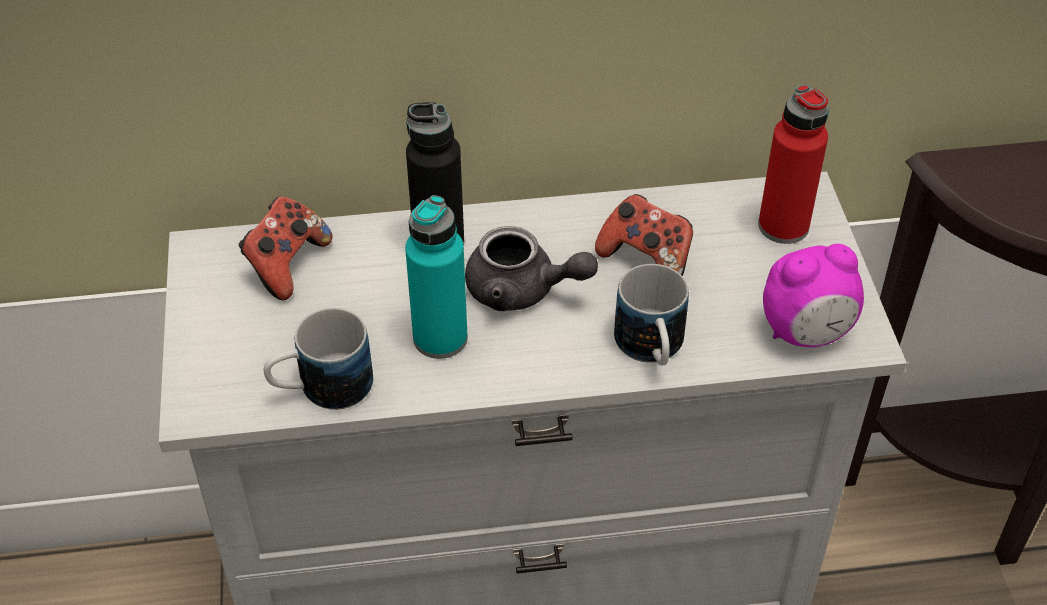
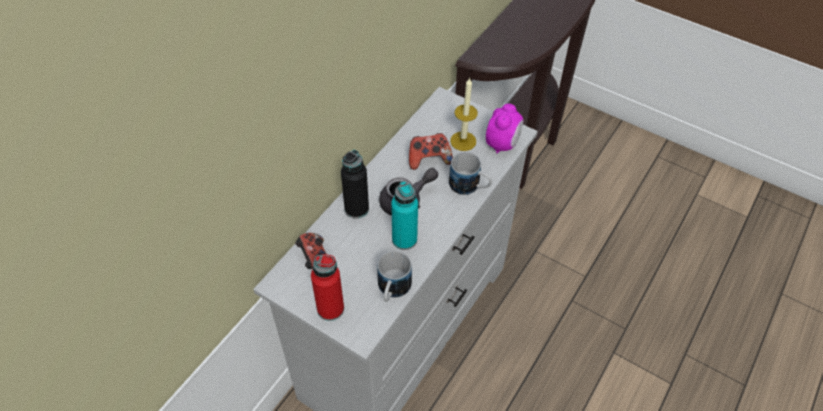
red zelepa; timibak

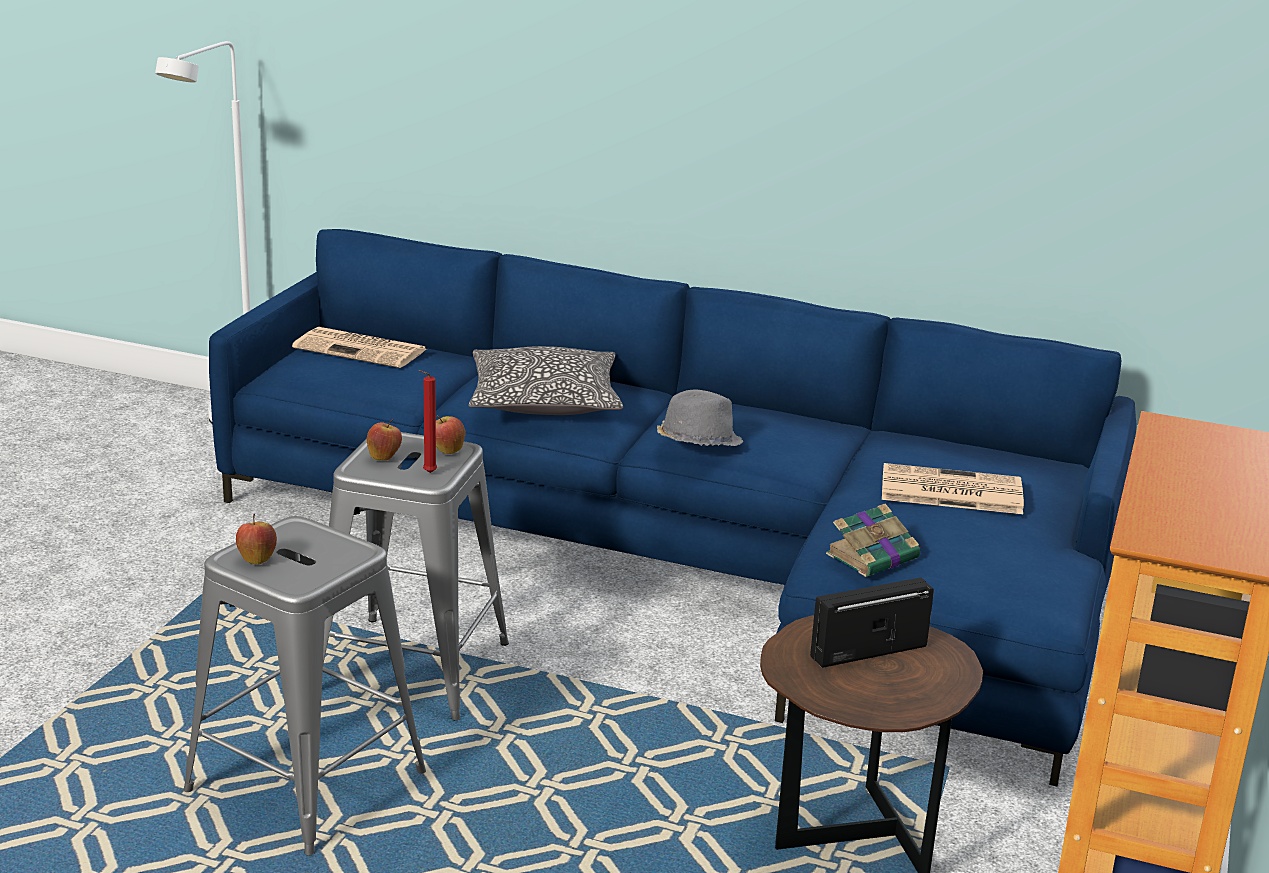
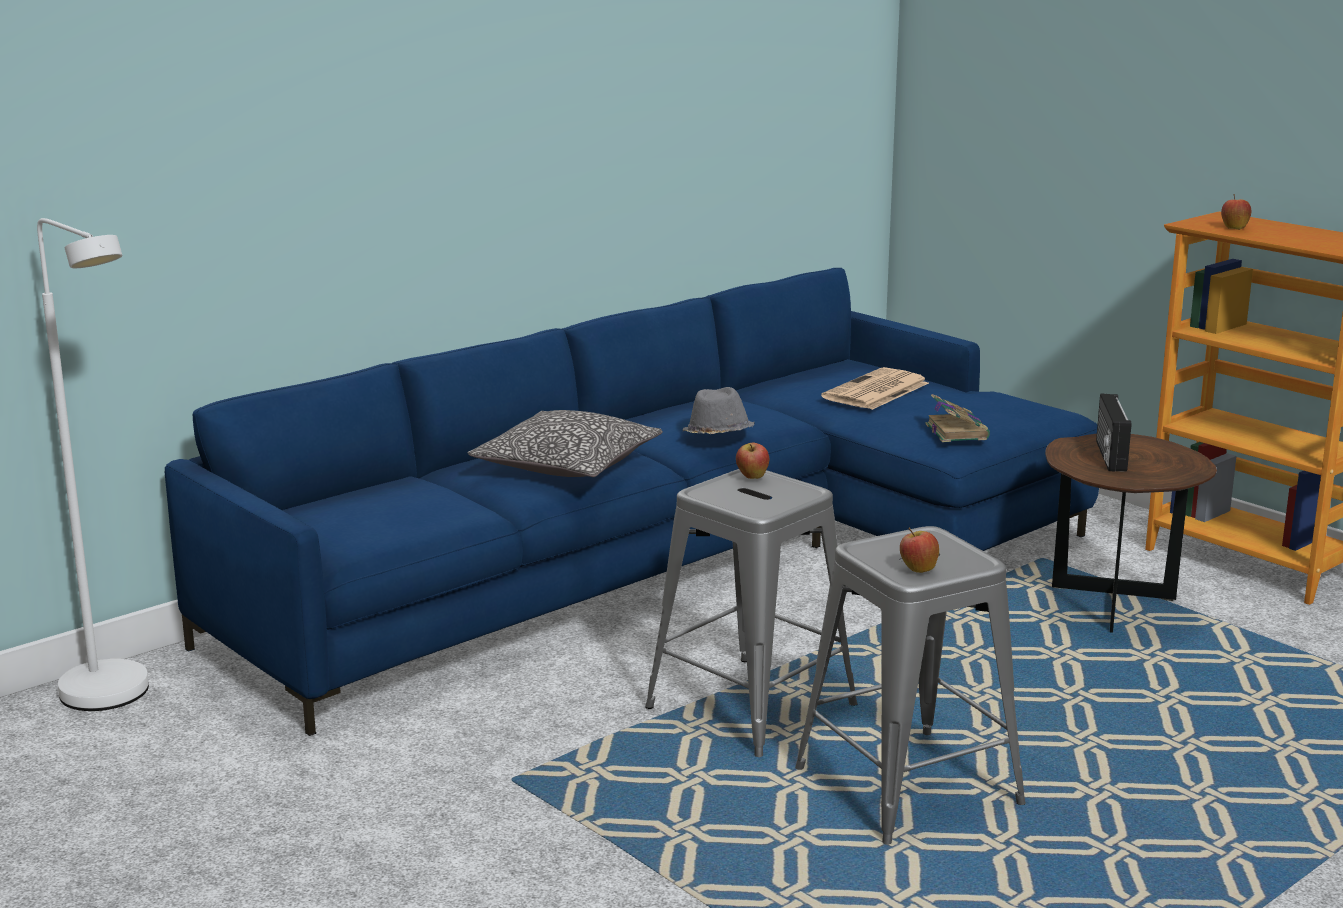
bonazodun (no. 3 from left); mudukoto (no. 1 from left in the first image); red timibak

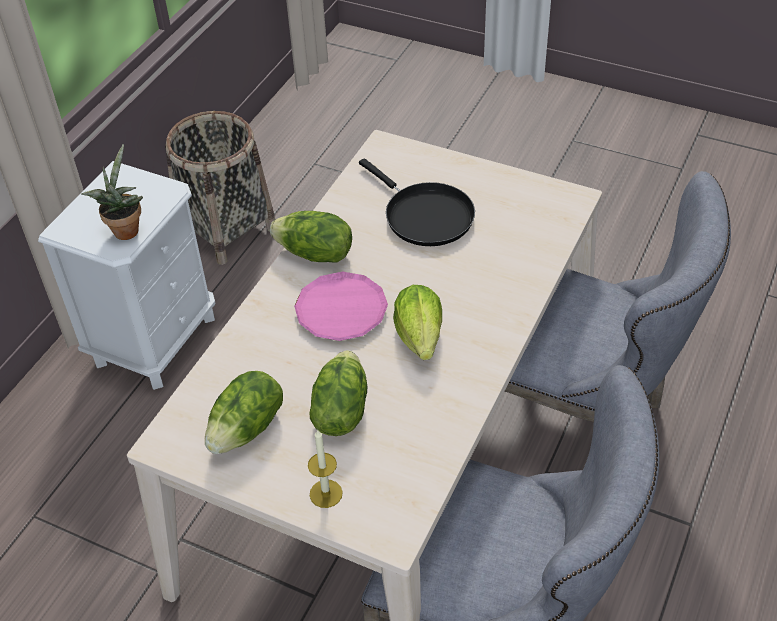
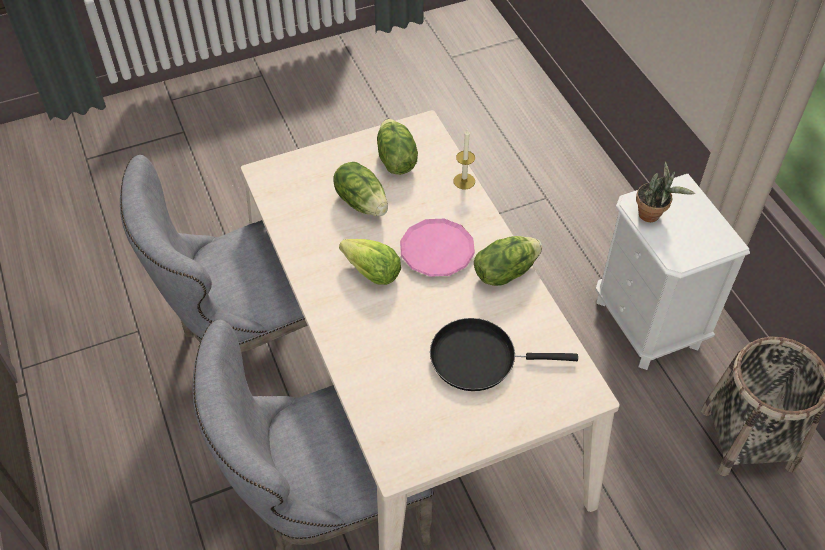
timibak

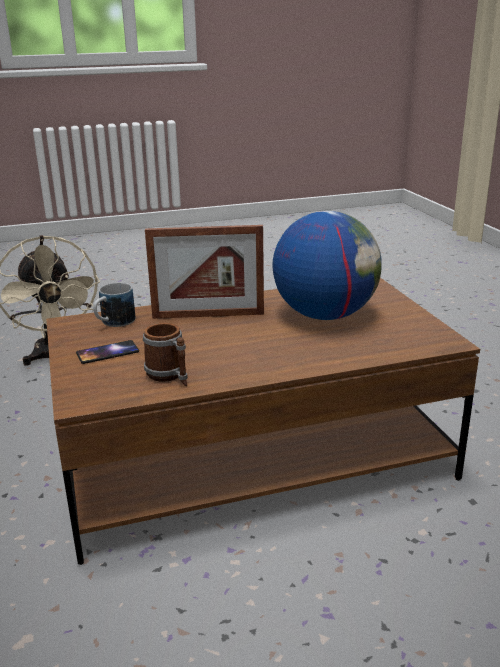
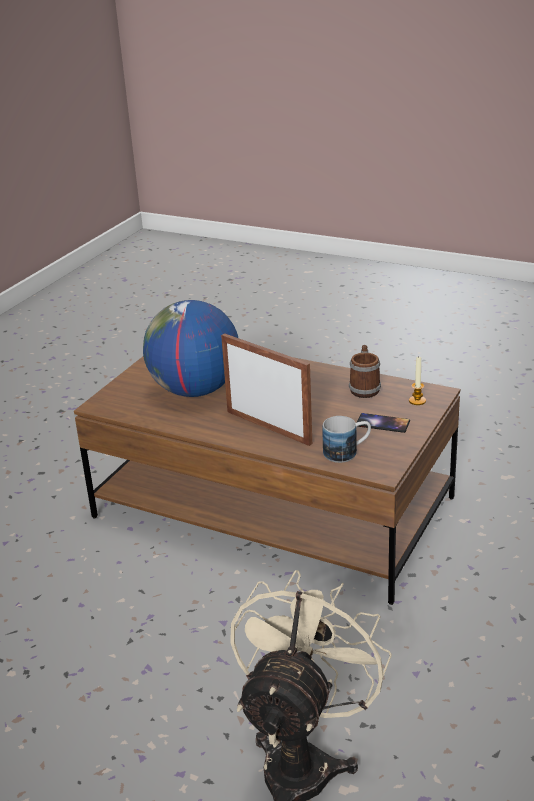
timibak

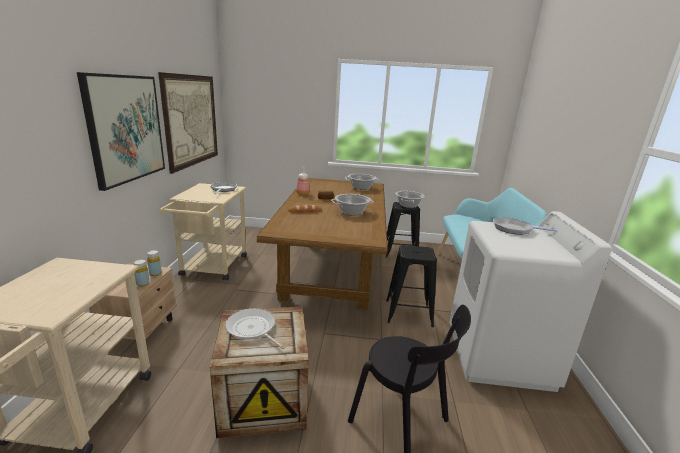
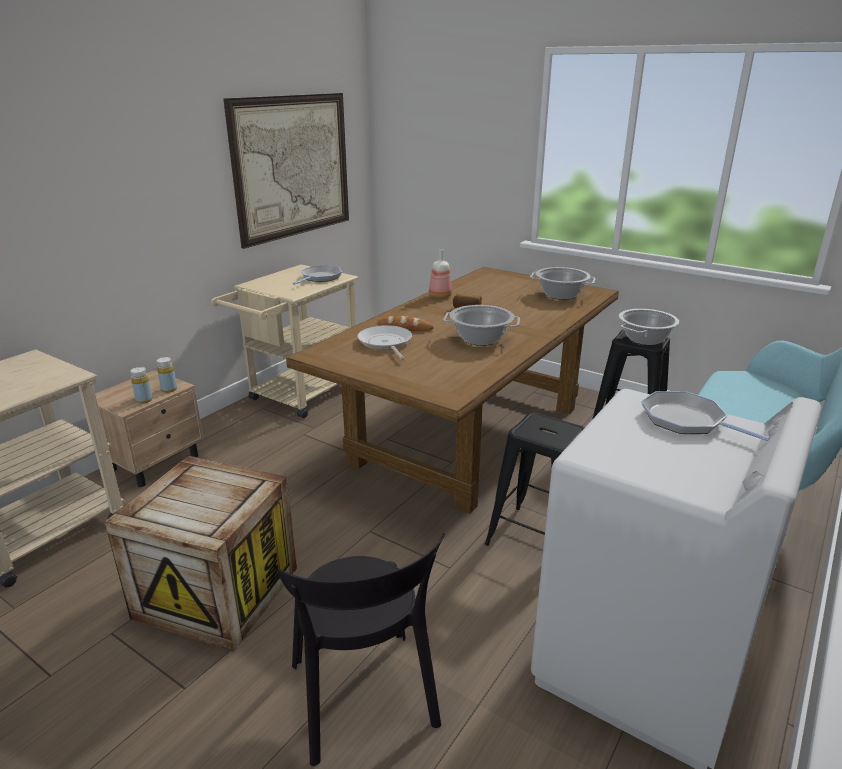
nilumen (no. 2 from left); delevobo (no. 1 from left in the first image)

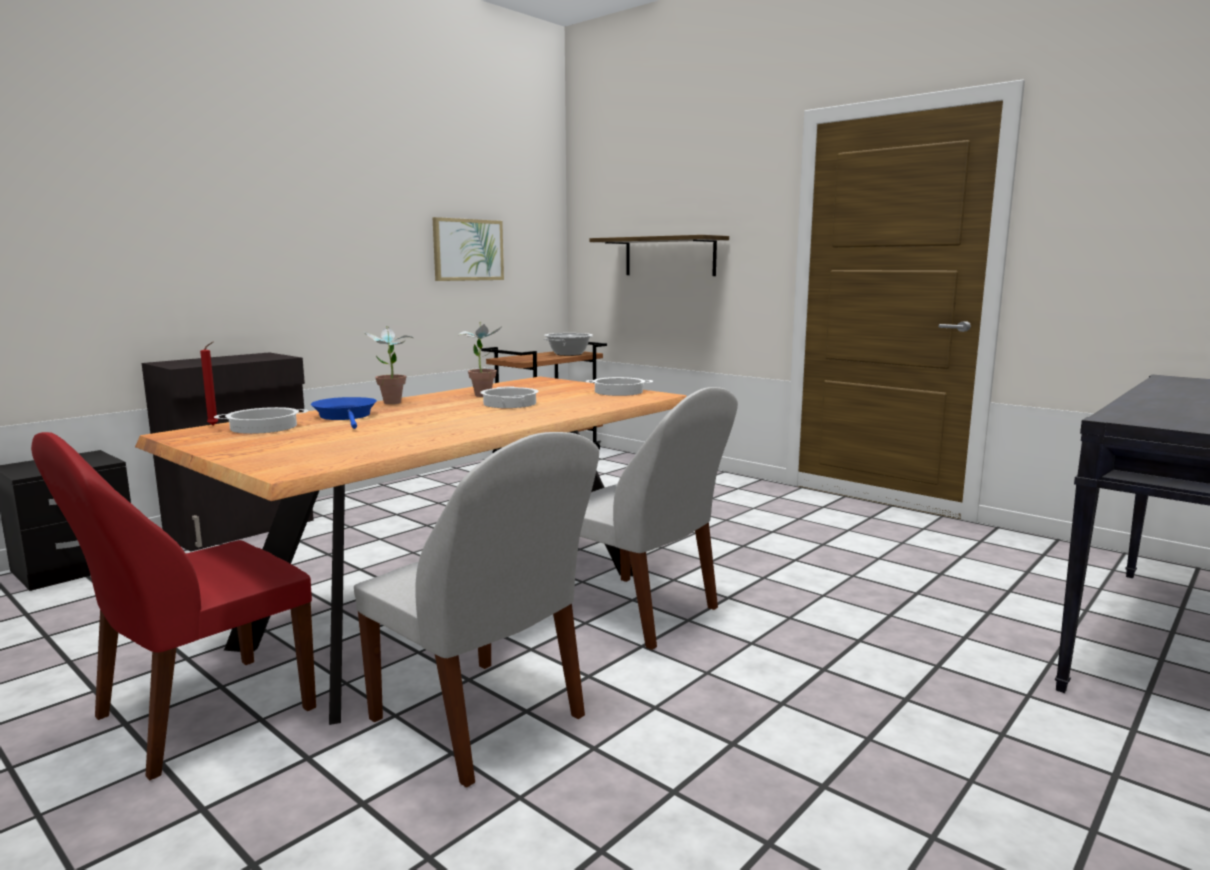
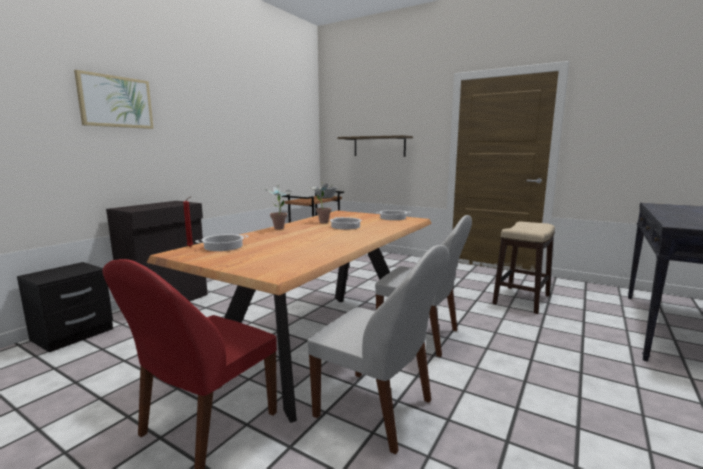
delevobo; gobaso; blue nilumen

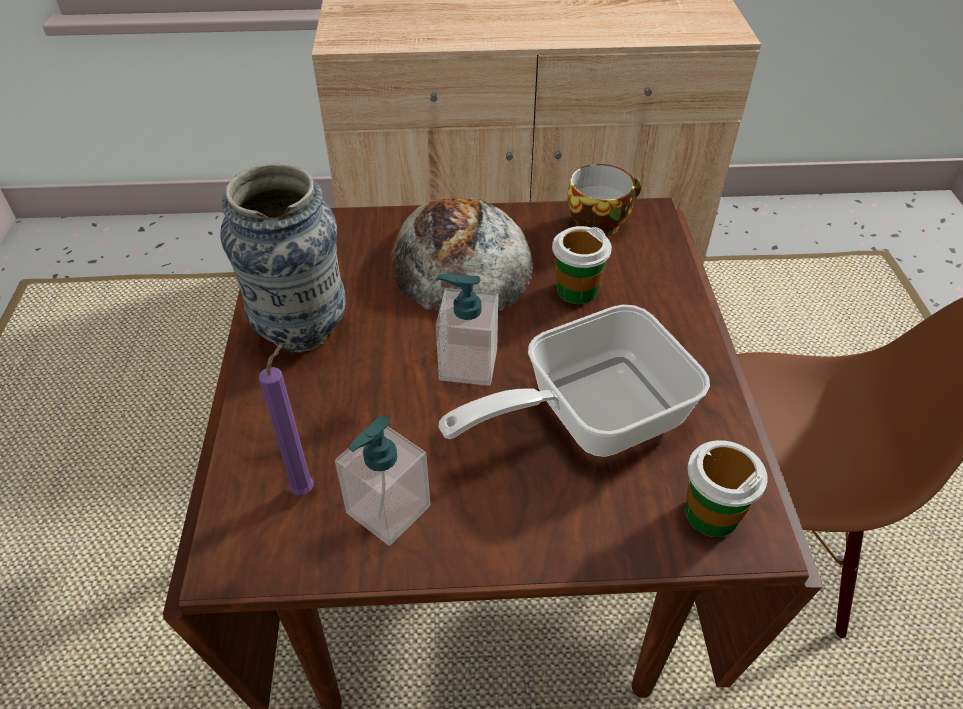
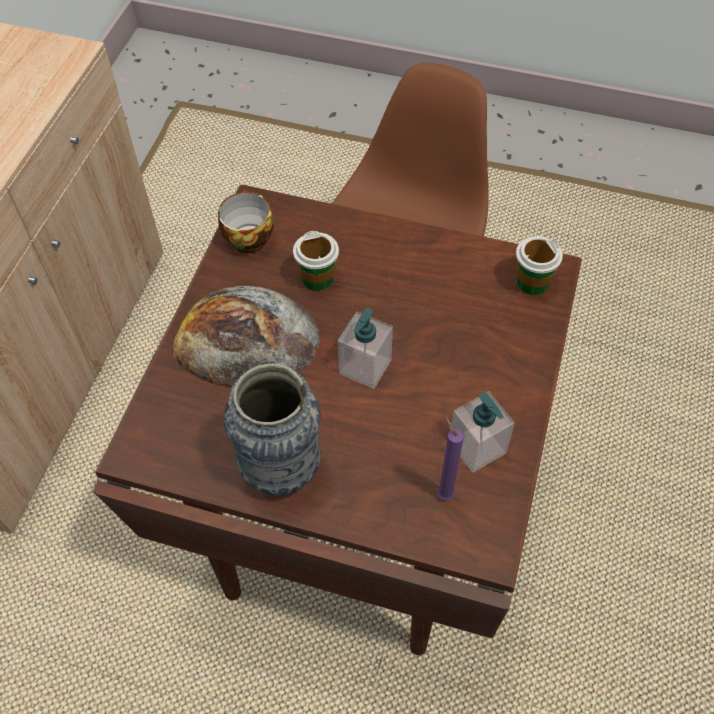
nilumen

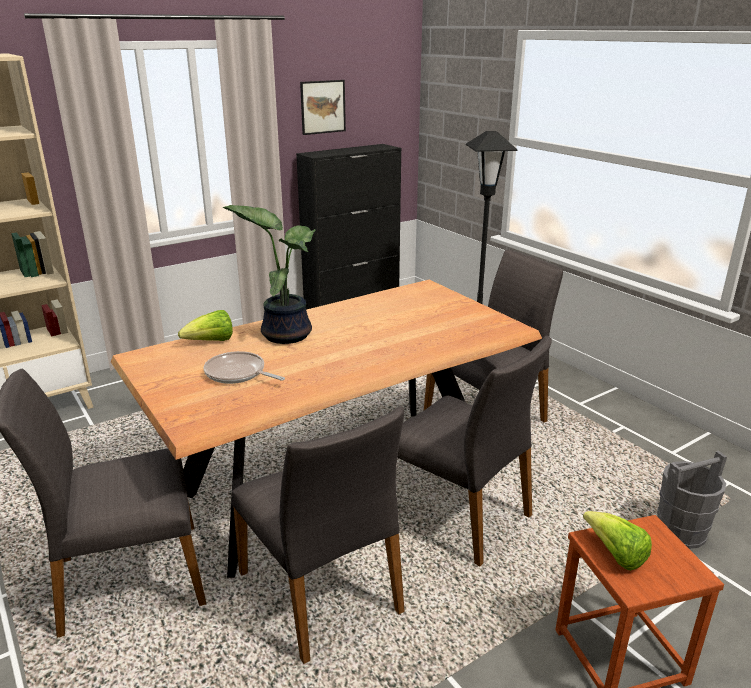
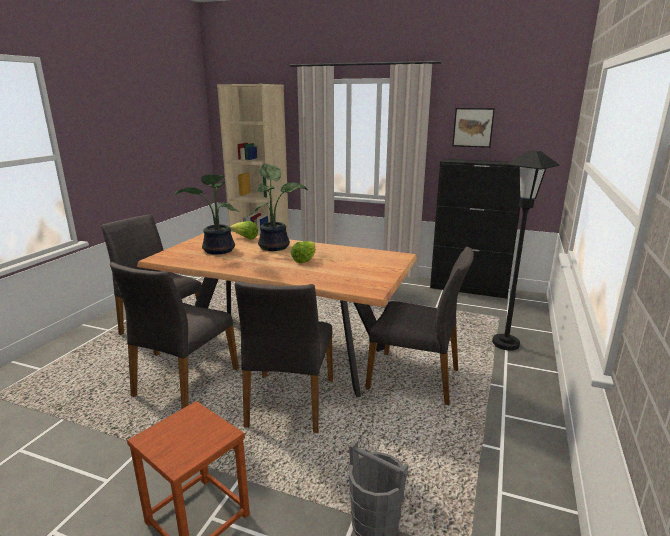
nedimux (no. 1 from left); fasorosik (no. 2 from left)

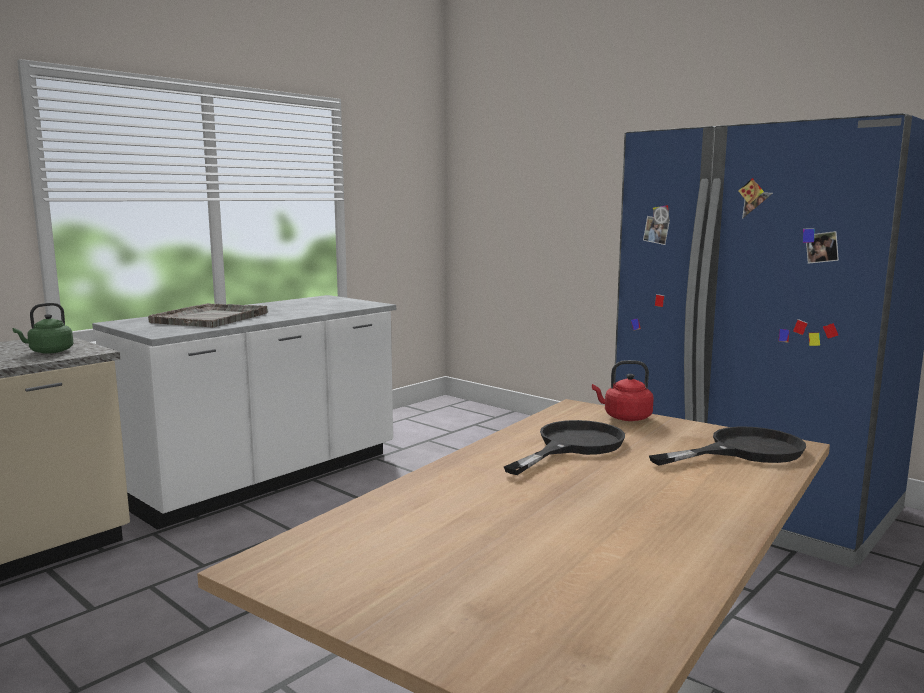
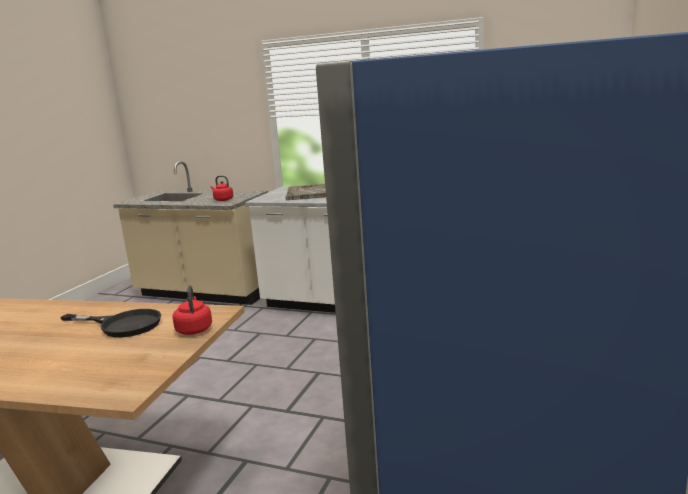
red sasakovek (no. 2 from left); black nilumen (no. 2 from left in the first image)

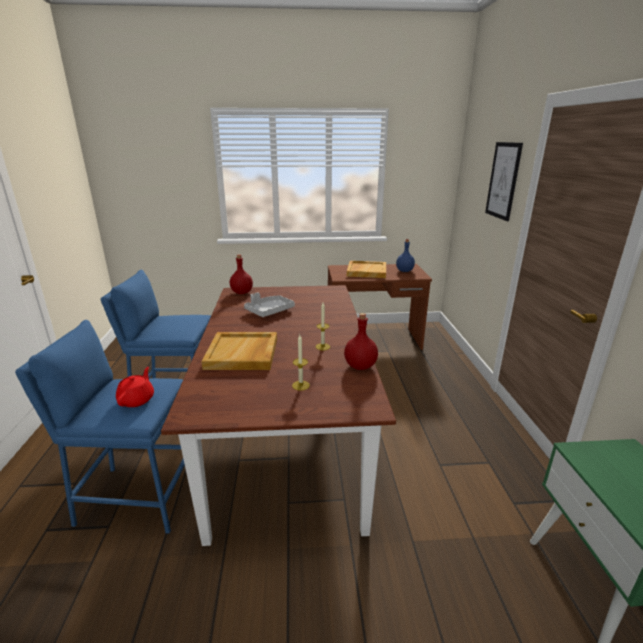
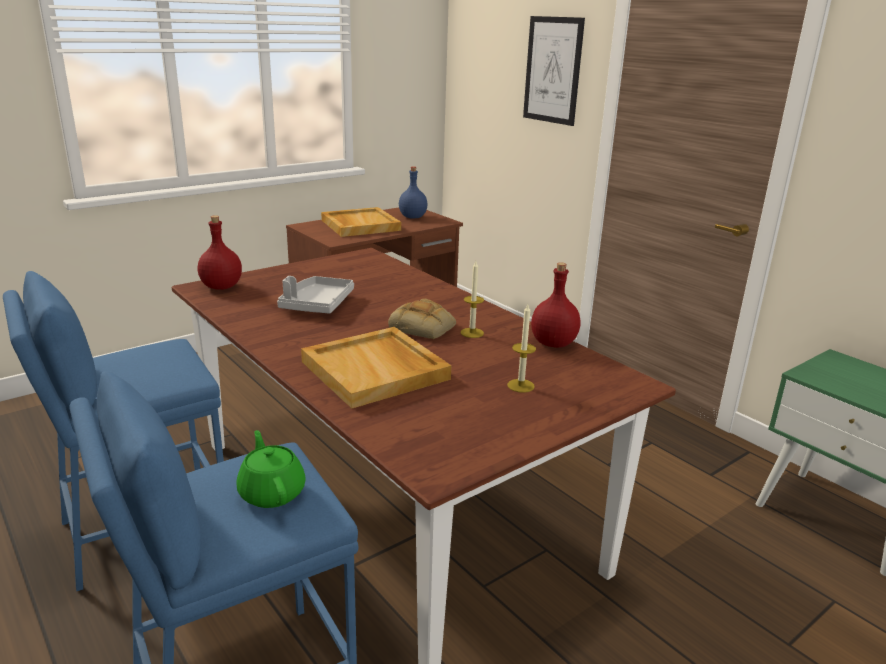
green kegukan; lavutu

